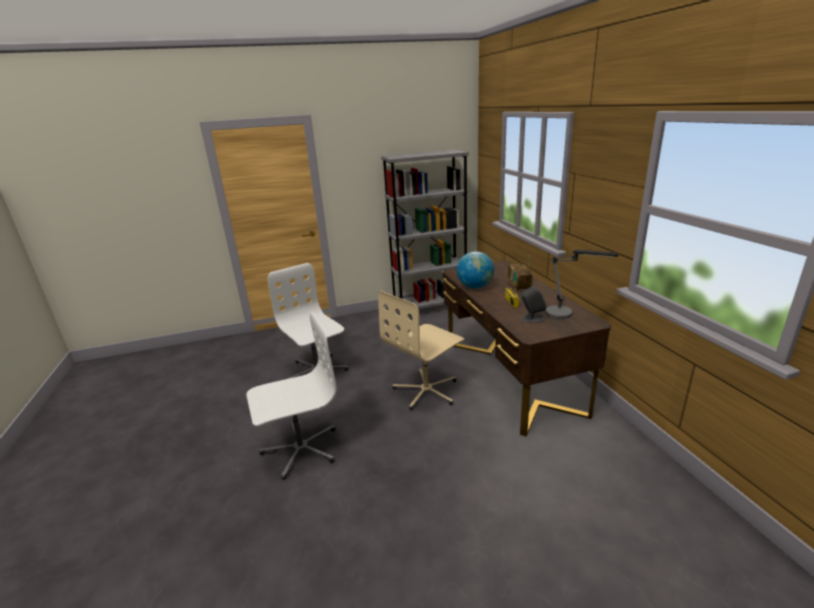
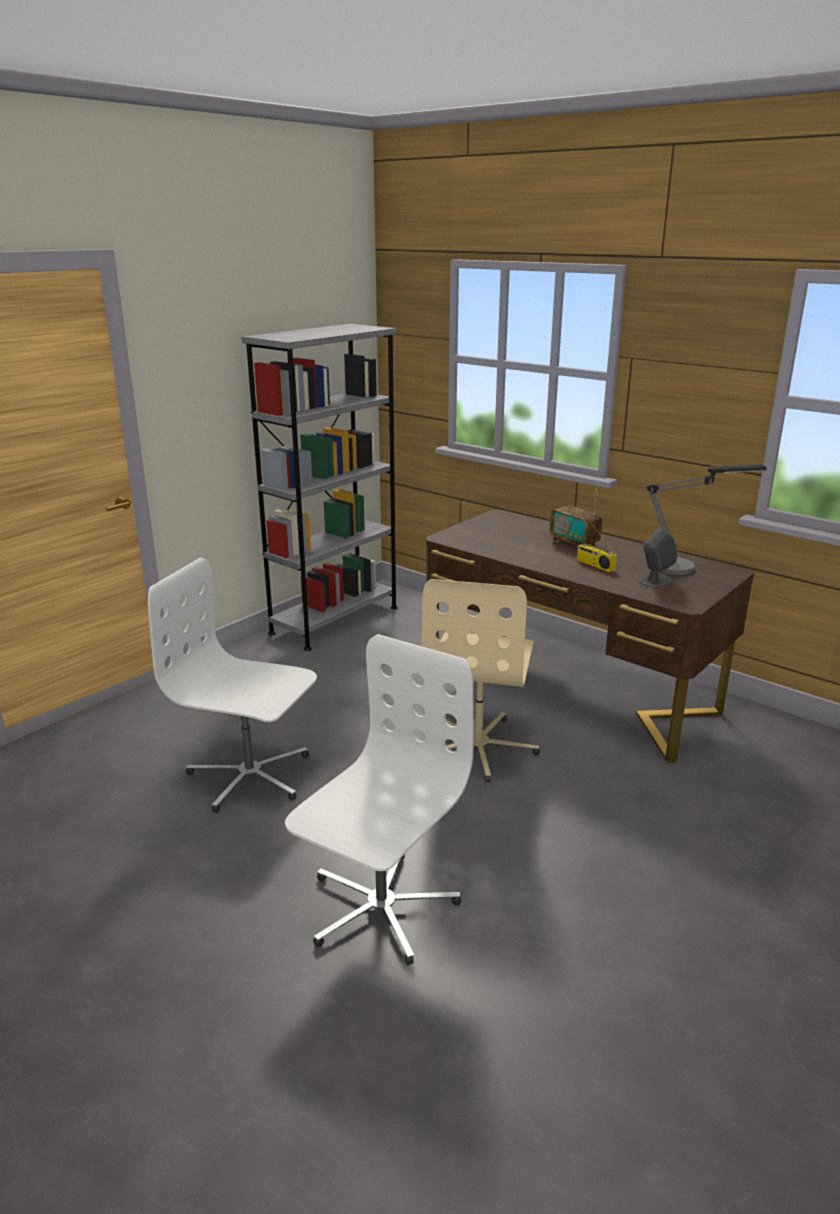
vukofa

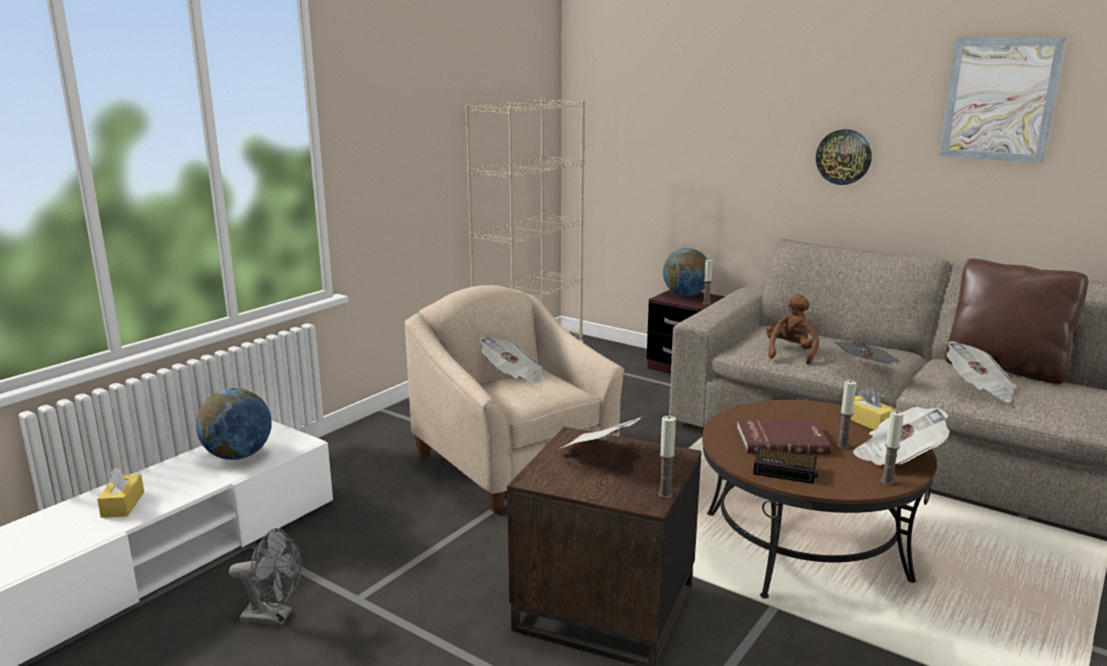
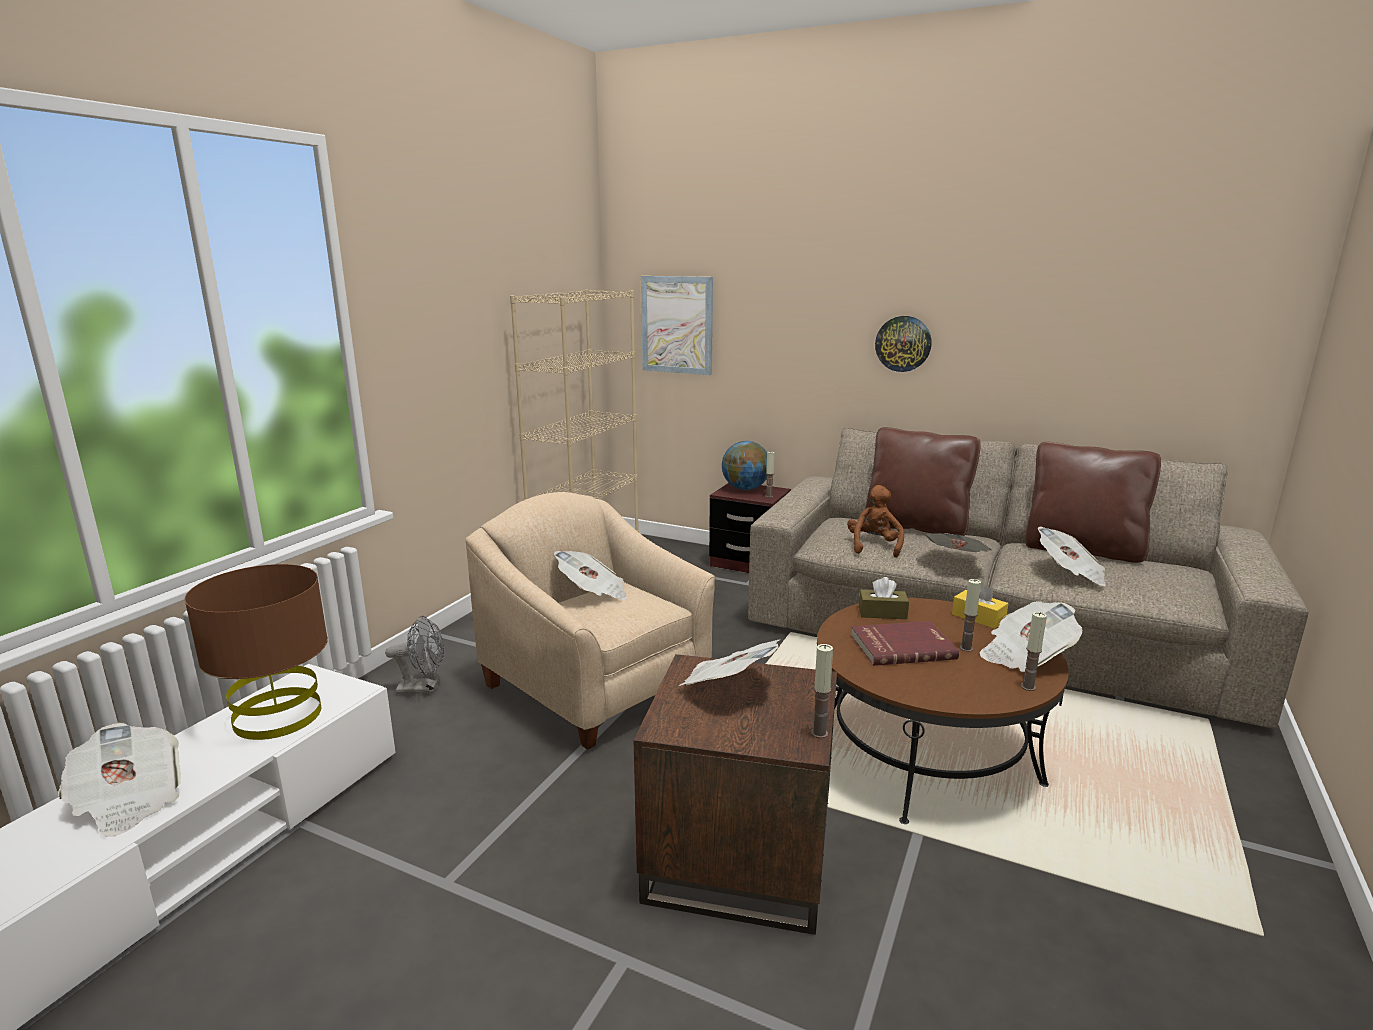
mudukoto (no. 1 from left); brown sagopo; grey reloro; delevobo; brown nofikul; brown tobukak (no. 1 from left); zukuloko

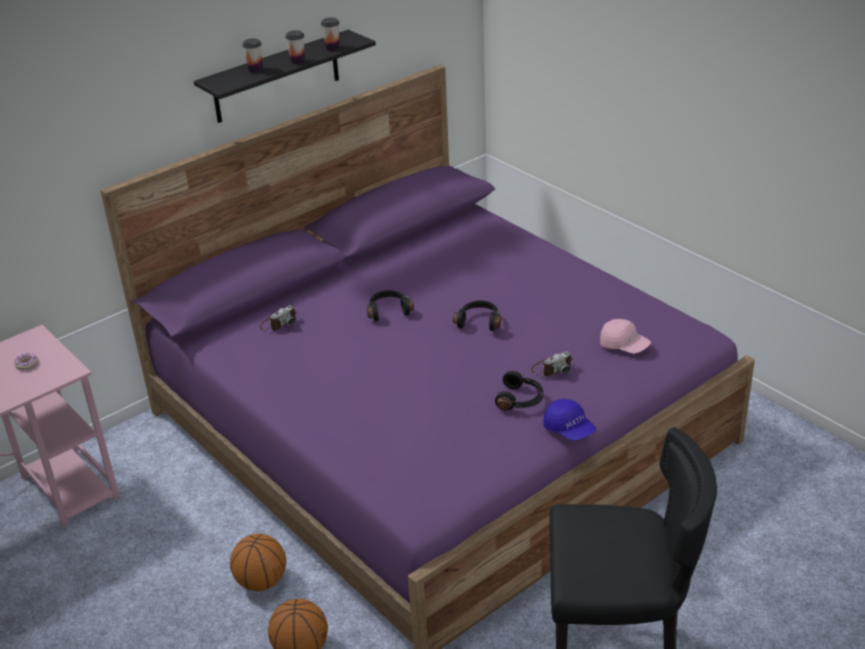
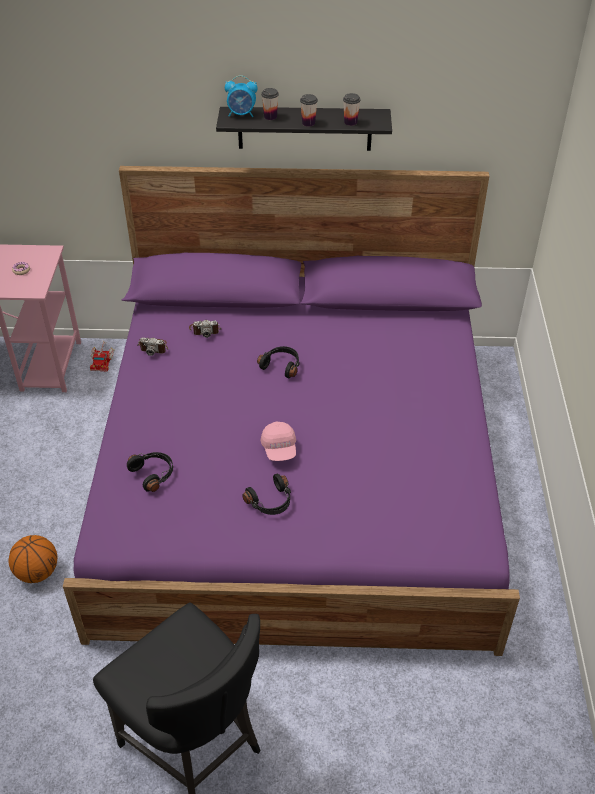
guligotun; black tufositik (no. 1 from left); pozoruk (no. 1 from left); zukuloko; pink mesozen; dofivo (no. 1 from left in the first image); blue mesozen

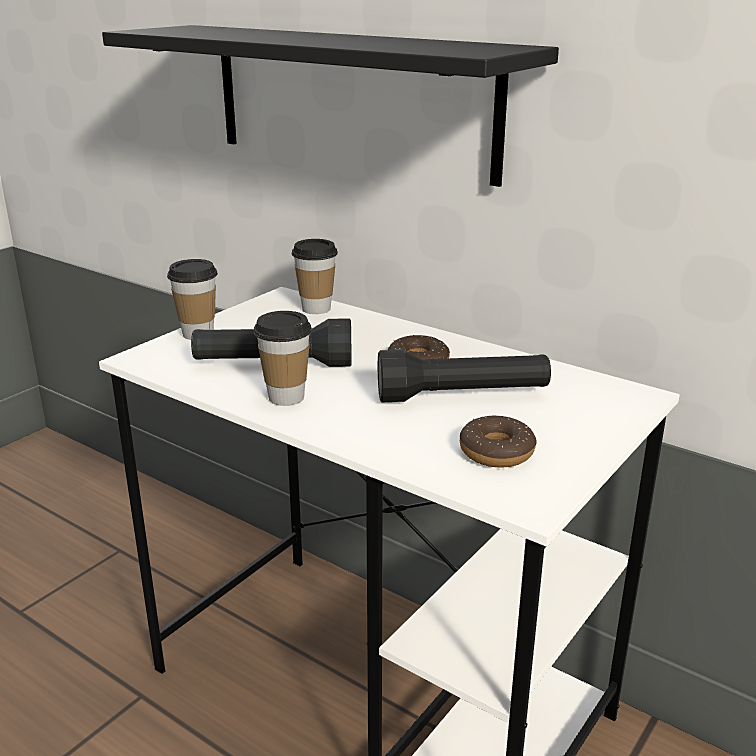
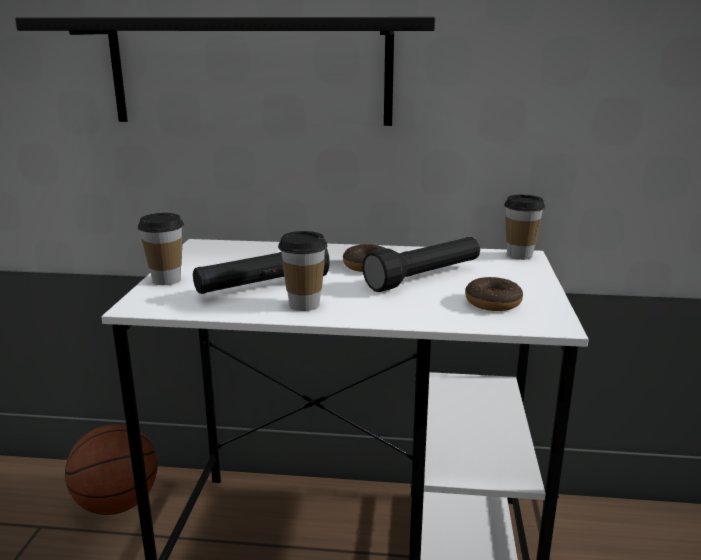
dofivo; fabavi (no. 3 from left)

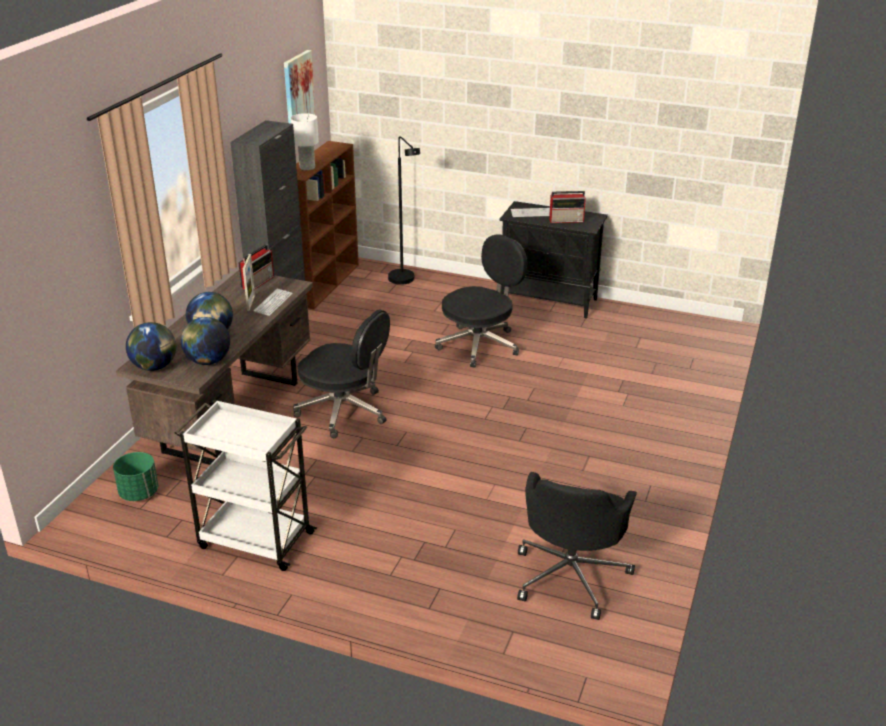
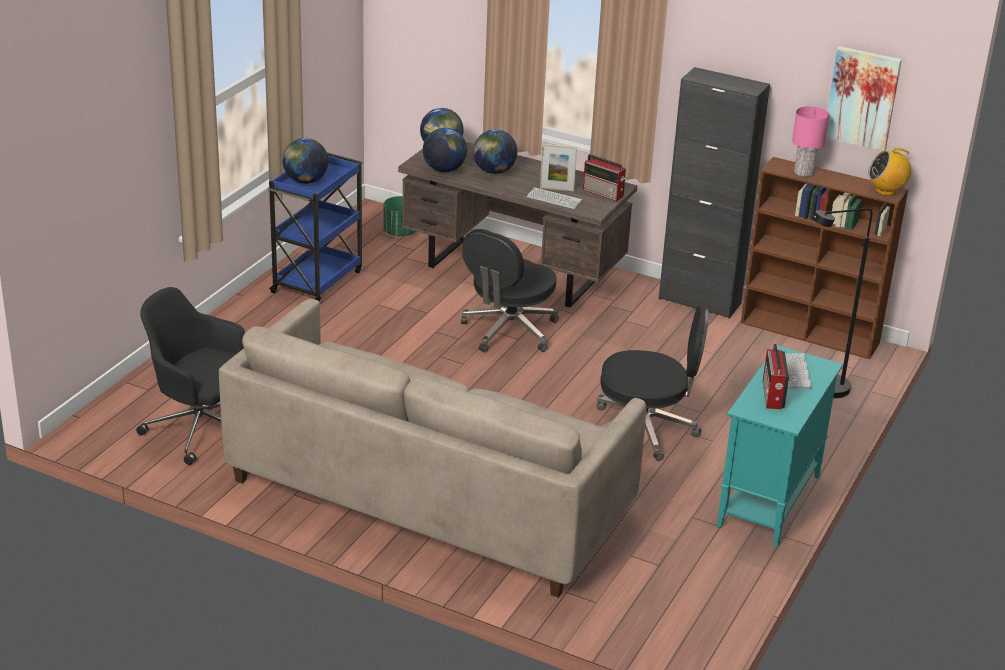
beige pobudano; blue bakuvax; vukofa (no. 1 from left); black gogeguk (no. 3 from left); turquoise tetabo; pink sagopo; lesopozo (no. 3 from left)

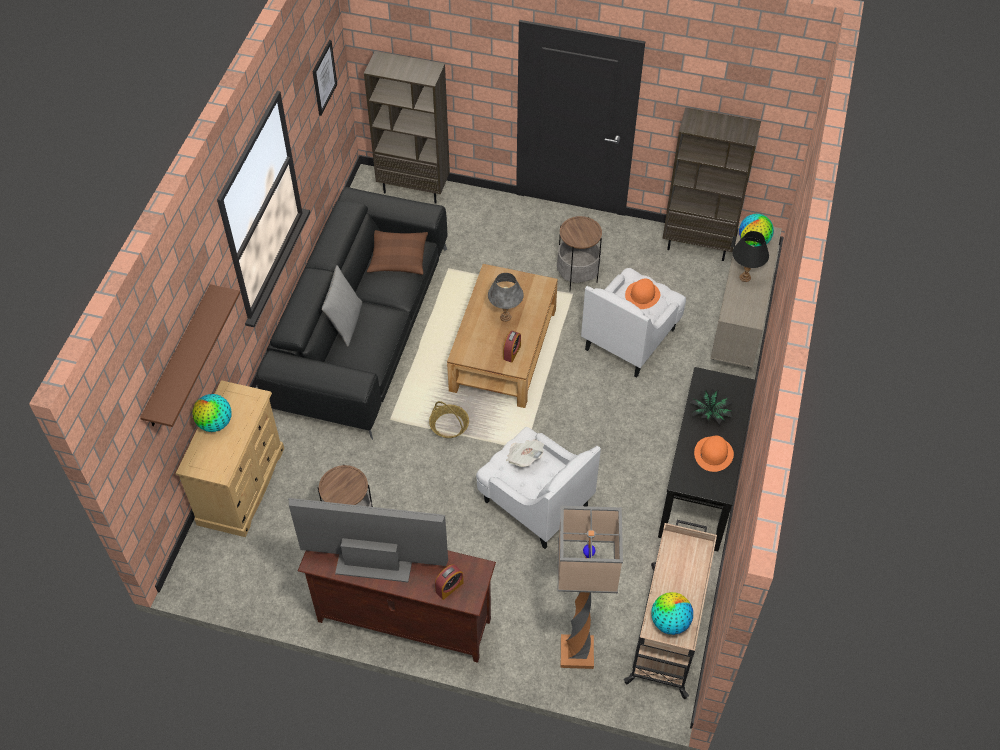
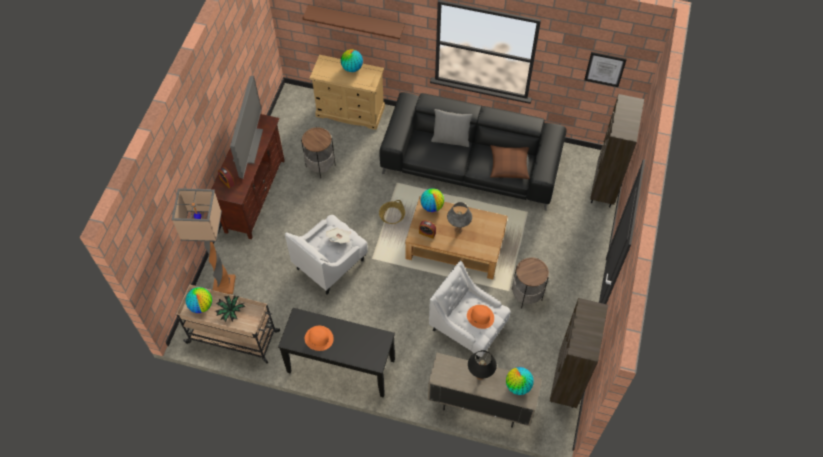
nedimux; vukofa (no. 3 from left)

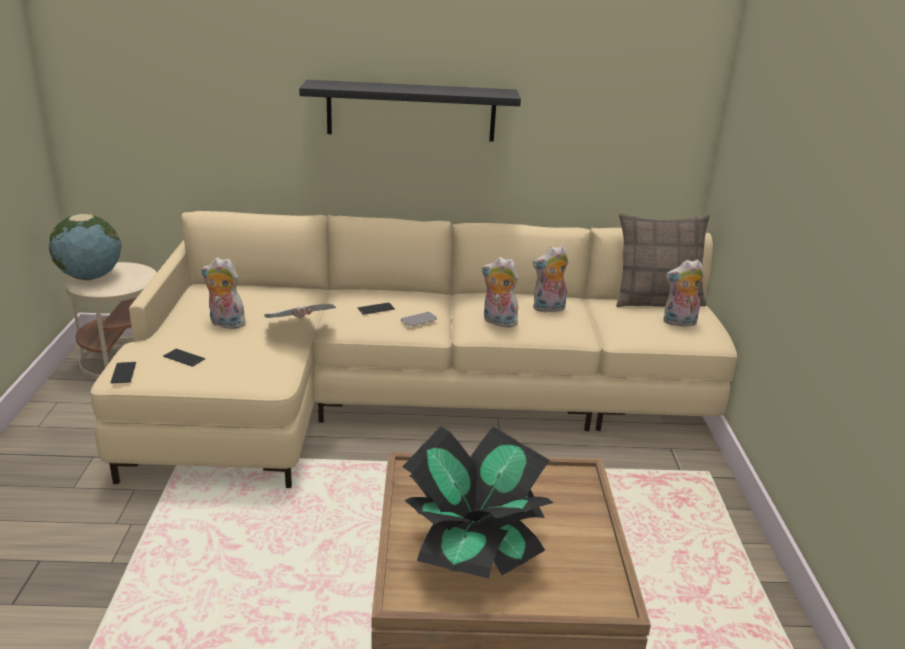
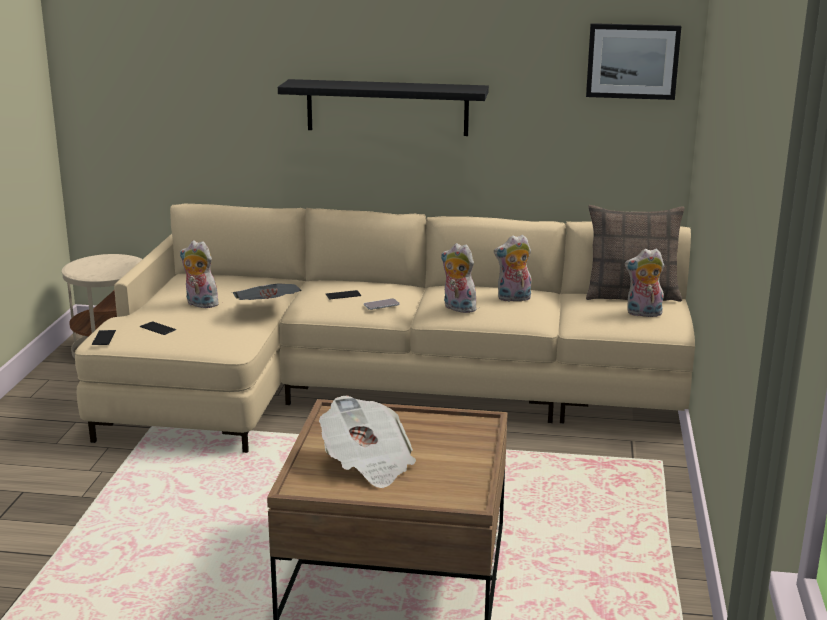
mudukoto (no. 2 from left); delevobo; vukofa

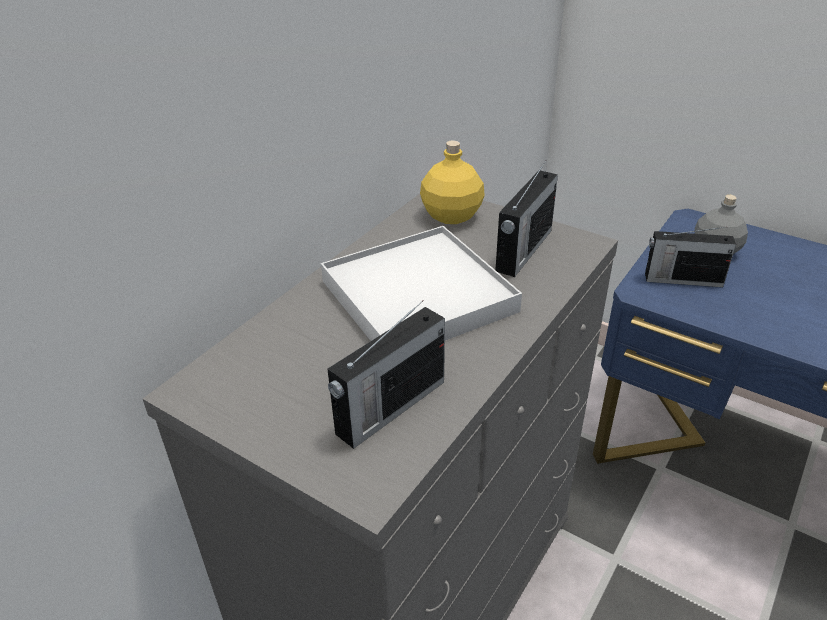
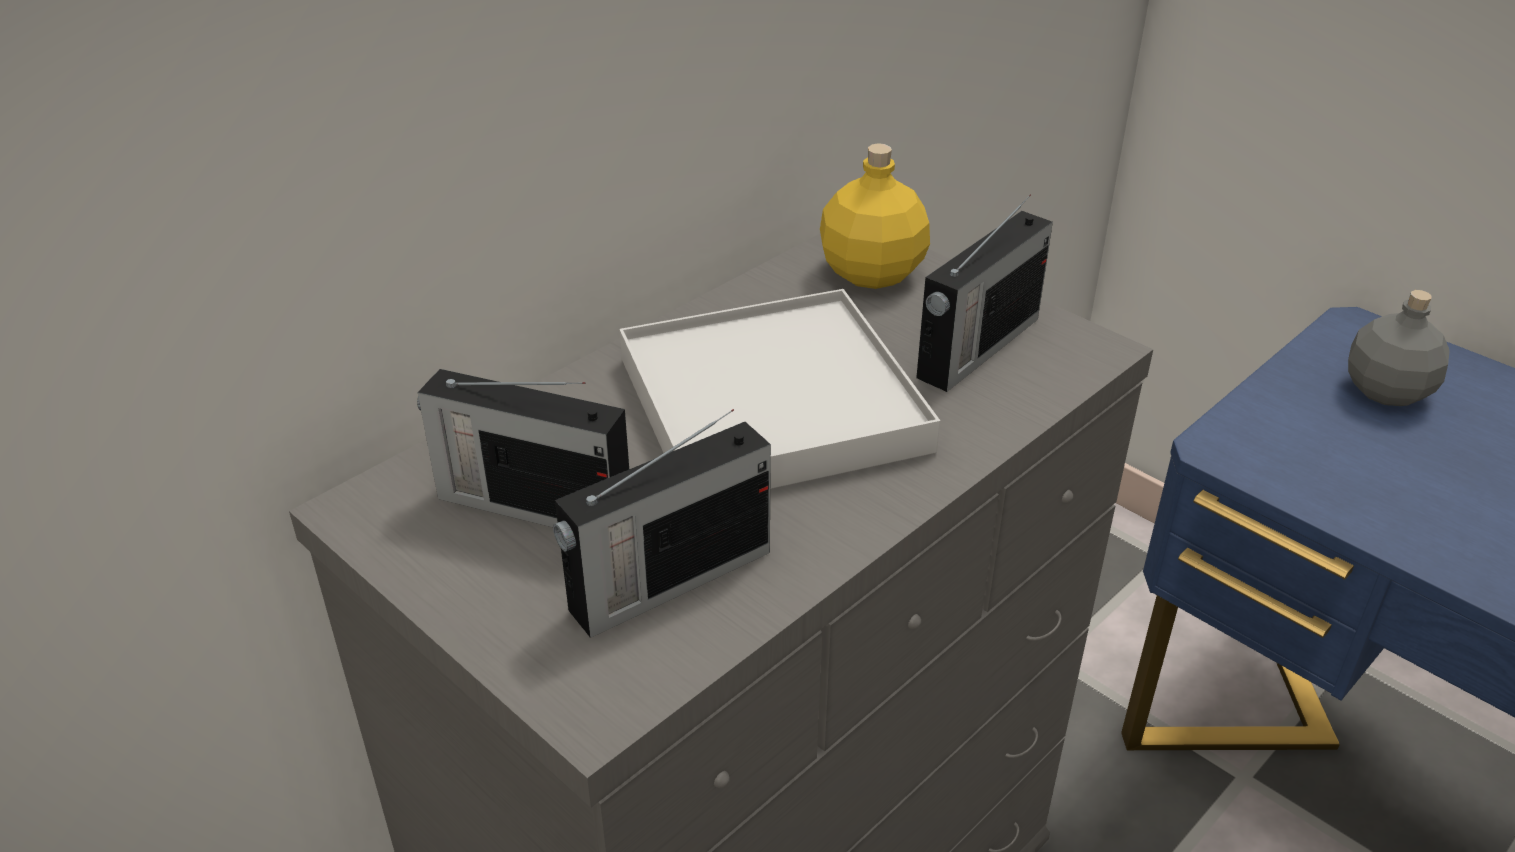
lesopozo (no. 1 from left)

